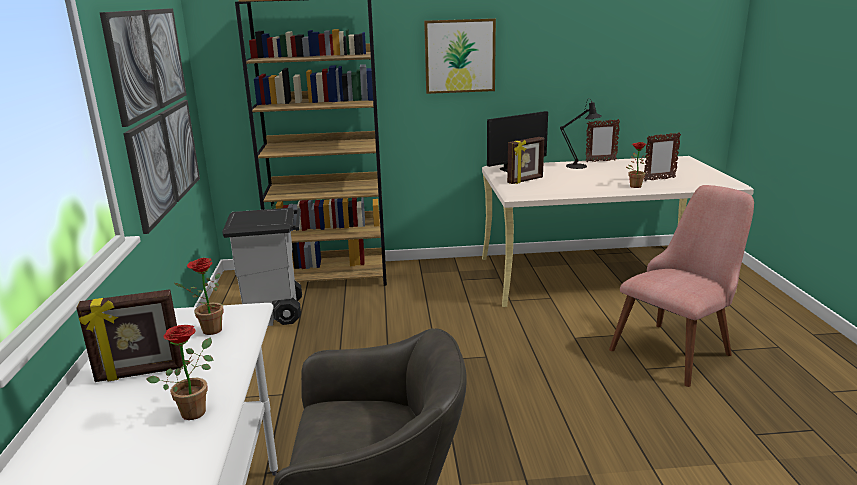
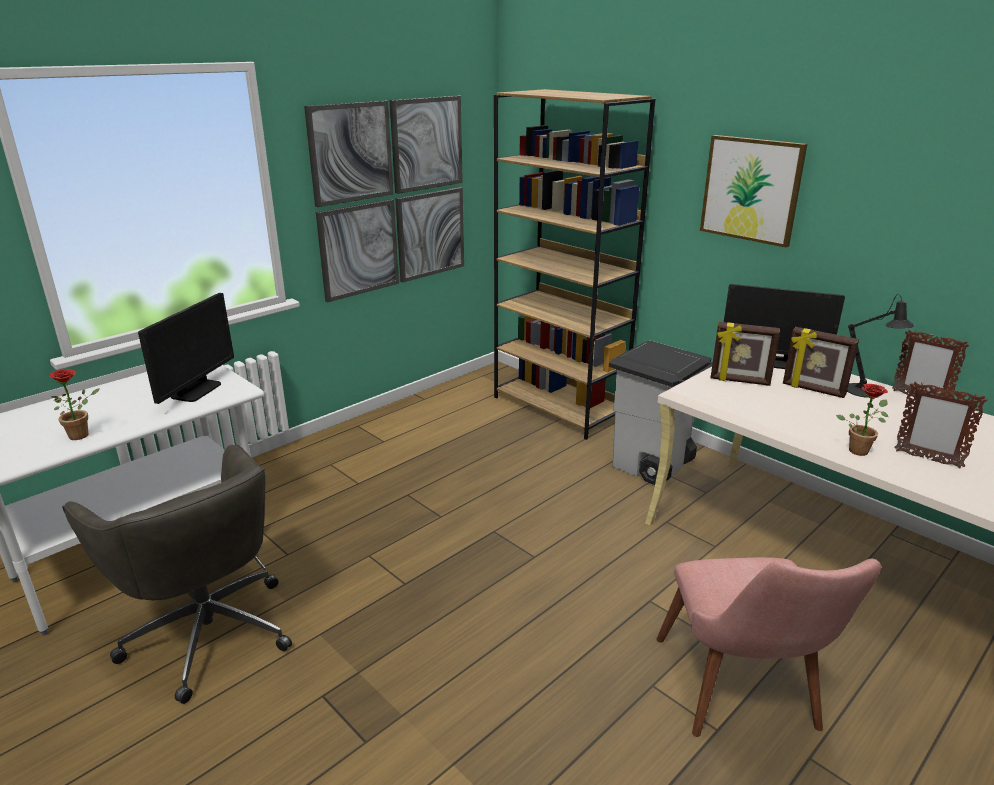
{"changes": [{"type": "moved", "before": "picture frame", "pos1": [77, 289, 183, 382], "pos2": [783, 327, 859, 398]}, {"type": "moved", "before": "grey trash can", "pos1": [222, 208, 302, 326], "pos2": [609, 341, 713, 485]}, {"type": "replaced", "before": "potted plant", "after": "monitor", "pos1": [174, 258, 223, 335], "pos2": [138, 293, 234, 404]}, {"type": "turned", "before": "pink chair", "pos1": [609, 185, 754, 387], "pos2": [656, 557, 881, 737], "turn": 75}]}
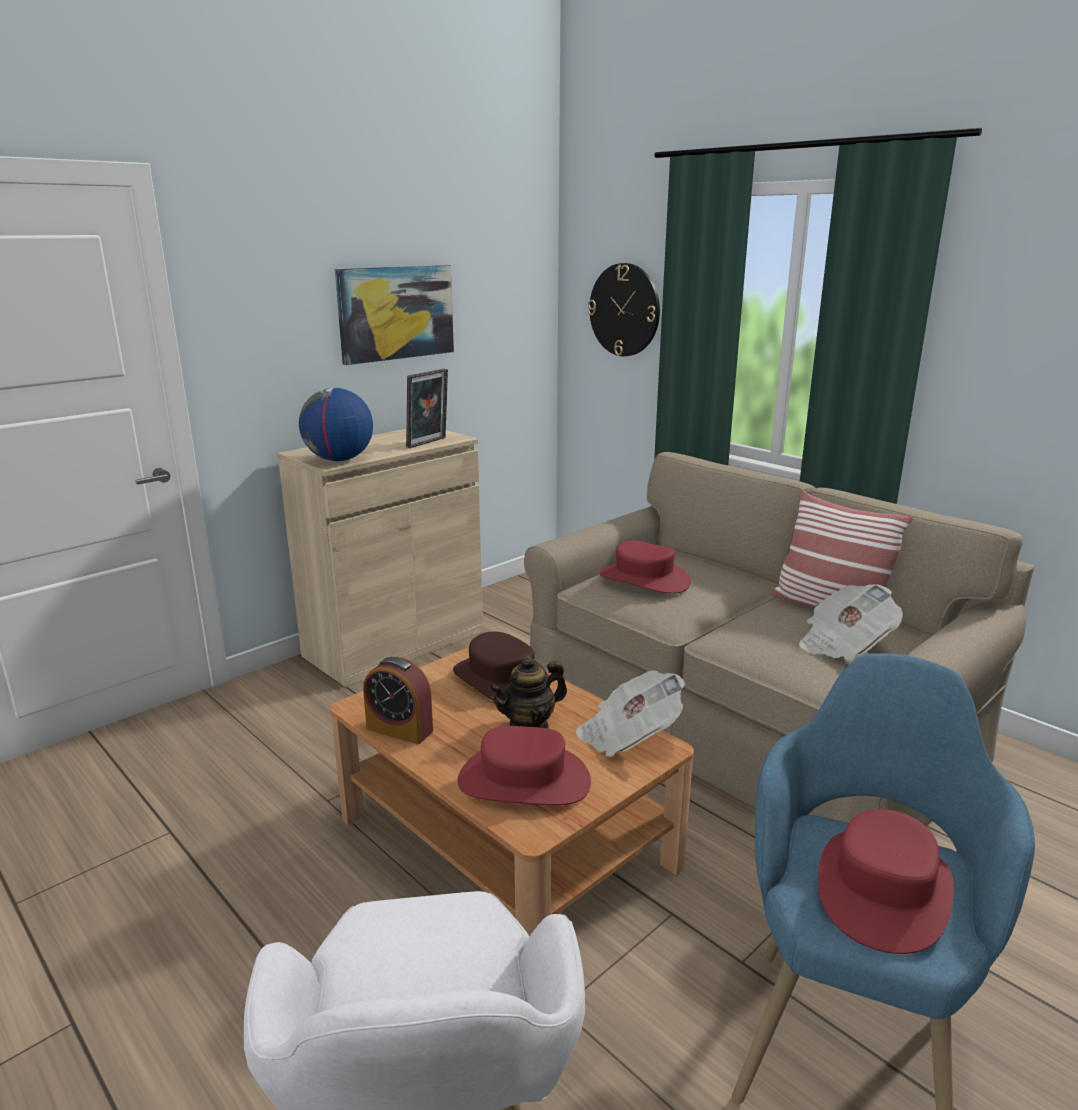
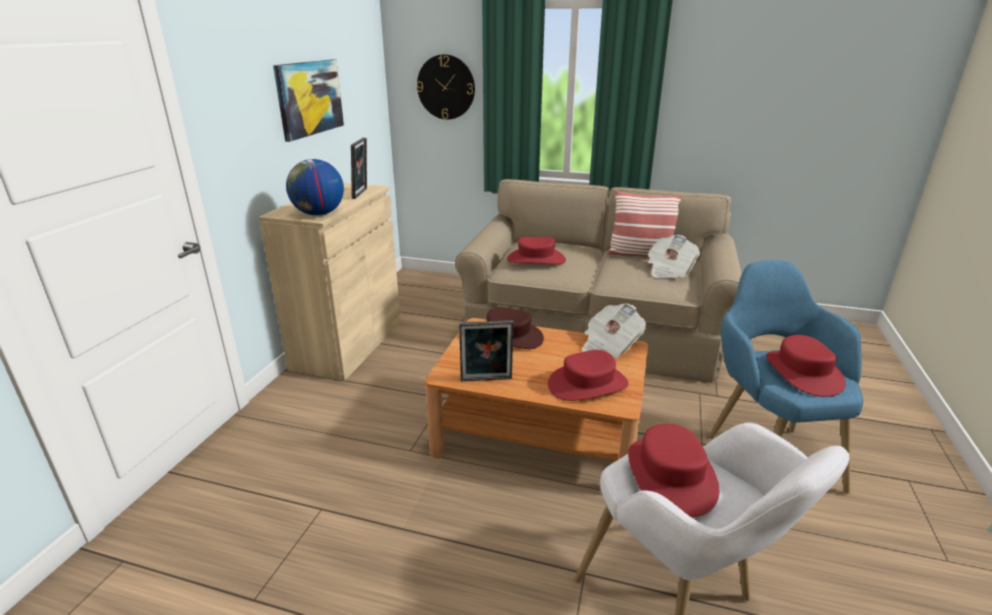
{"changes": [{"type": "removed", "before": "teapot", "pos1": [489, 656, 567, 728]}, {"type": "added", "after": "red hat", "pos2": [628, 423, 719, 517]}, {"type": "replaced", "before": "alarm clock", "after": "picture frame", "pos1": [363, 657, 433, 744], "pos2": [459, 320, 513, 381]}]}
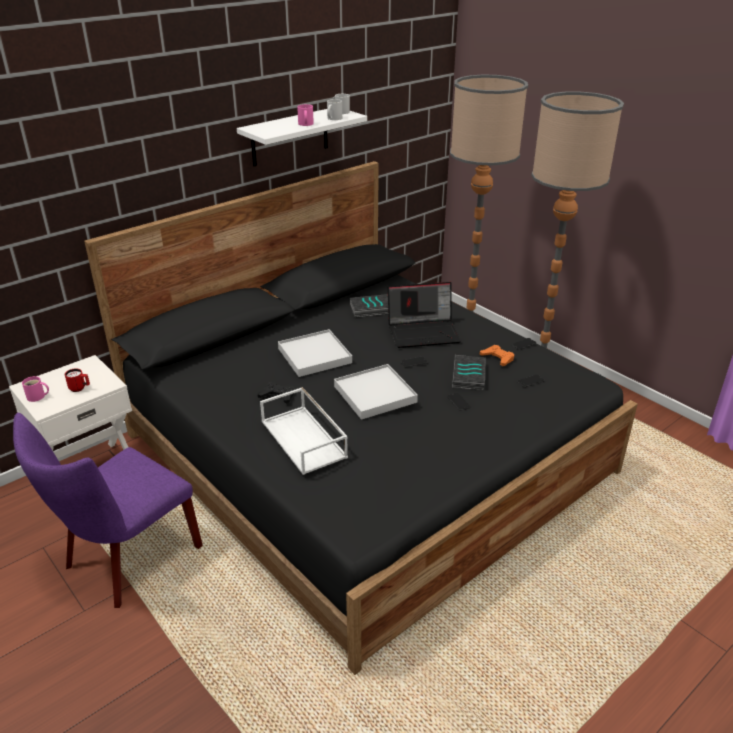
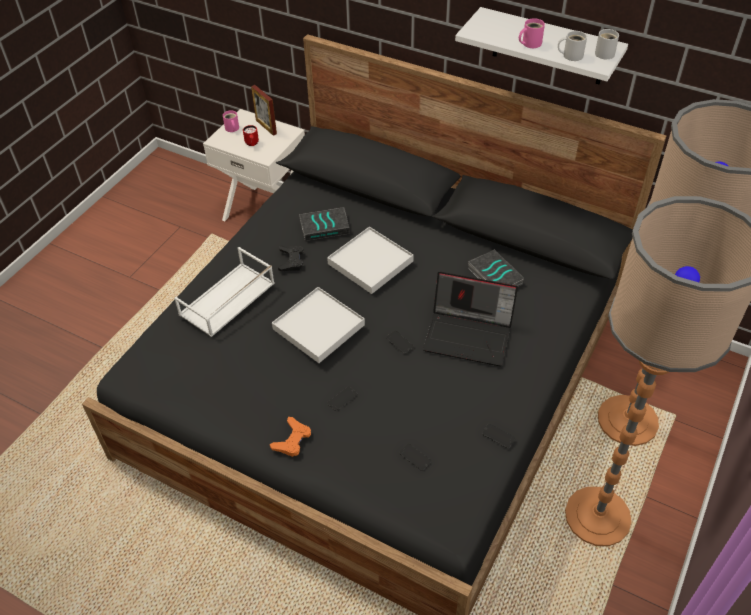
{"changes": [{"type": "removed", "before": "purple chair", "pos1": [13, 413, 203, 608]}, {"type": "added", "after": "picture frame", "pos2": [251, 85, 277, 136]}, {"type": "moved", "before": "book", "pos1": [452, 355, 486, 390], "pos2": [299, 207, 350, 241]}, {"type": "moved", "before": "orange game controller", "pos1": [480, 345, 514, 366], "pos2": [270, 417, 311, 457]}, {"type": "turned", "before": "laptop", "pos1": [388, 282, 461, 348], "pos2": [423, 272, 518, 366], "turn": -45}]}
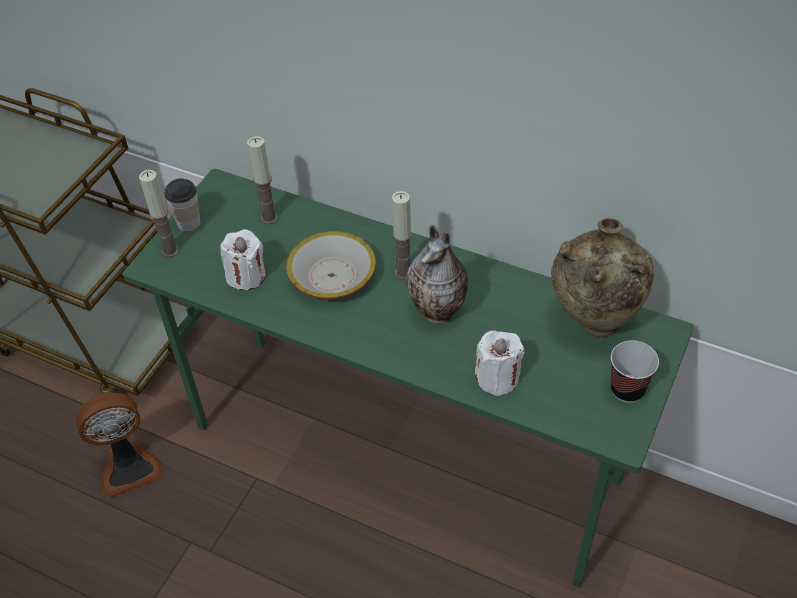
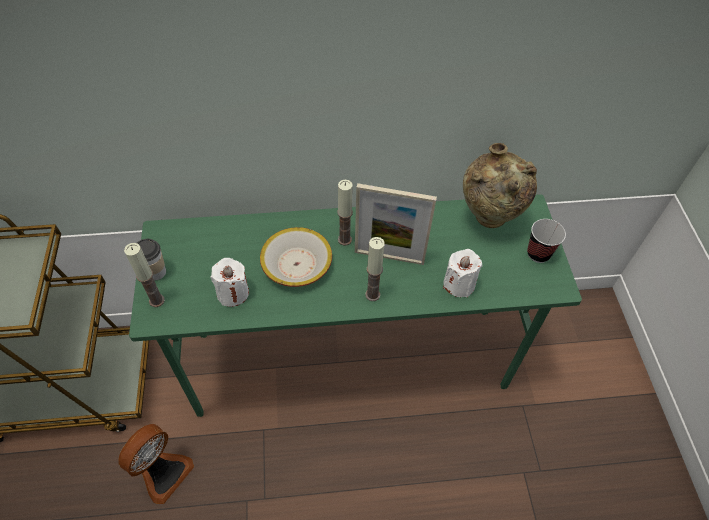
{"changes": [{"type": "moved", "before": "candle", "pos1": [247, 136, 278, 224], "pos2": [365, 237, 385, 301]}, {"type": "replaced", "before": "vase", "after": "picture frame", "pos1": [406, 225, 468, 323], "pos2": [355, 183, 437, 265]}]}
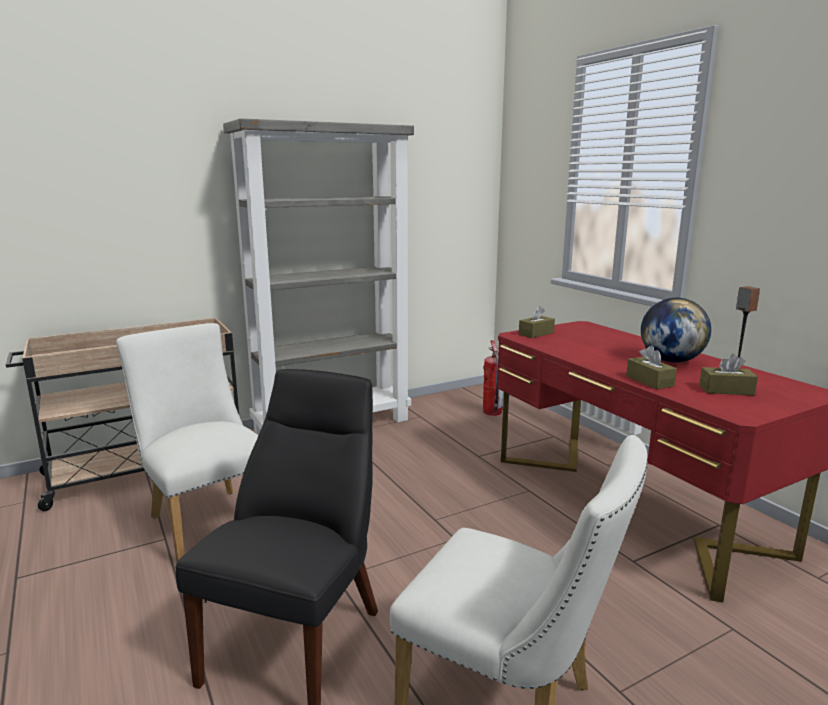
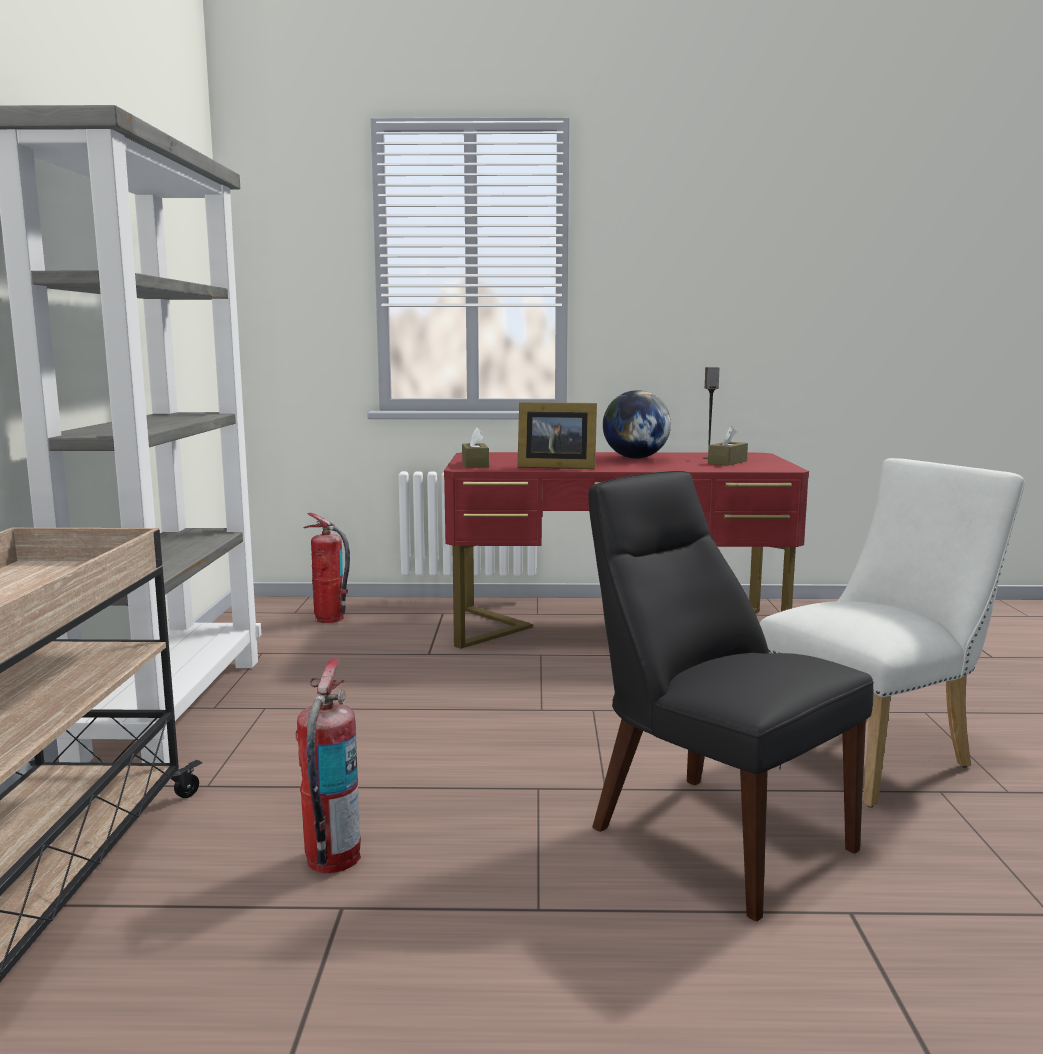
{"changes": [{"type": "removed", "before": "brown tissue box", "pos1": [626, 346, 677, 389]}, {"type": "added", "after": "picture frame", "pos2": [517, 402, 597, 469]}, {"type": "replaced", "before": "white chair", "after": "fire extinguisher", "pos1": [116, 323, 259, 562], "pos2": [295, 658, 361, 873]}]}
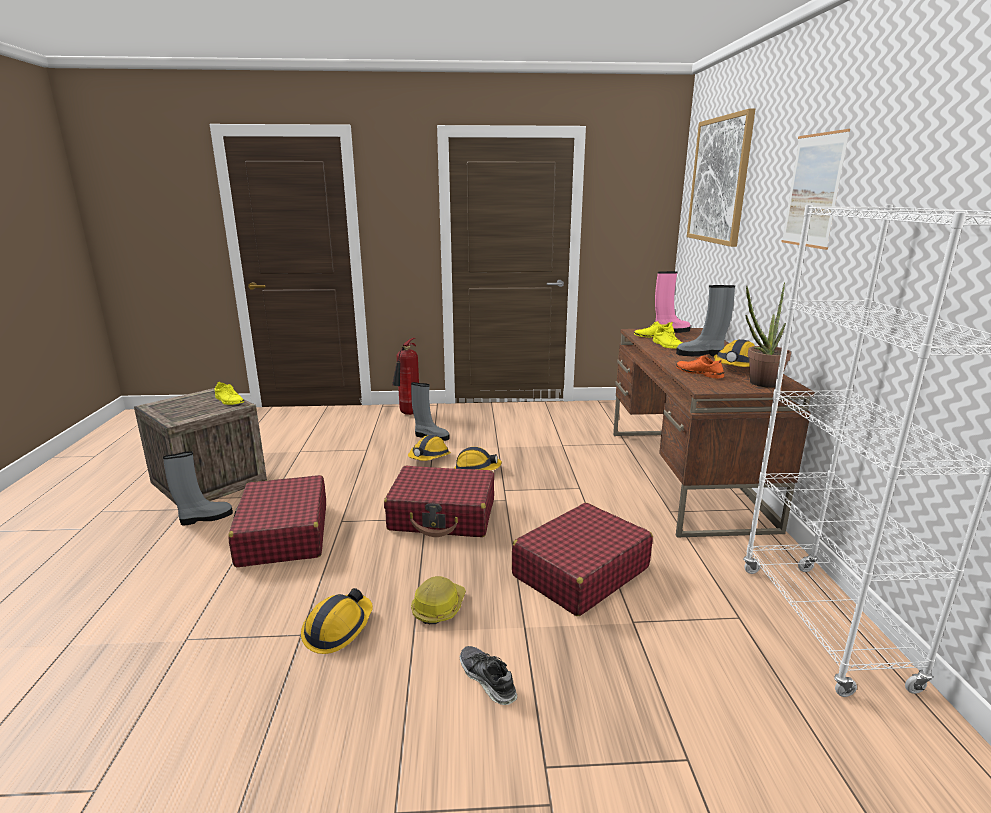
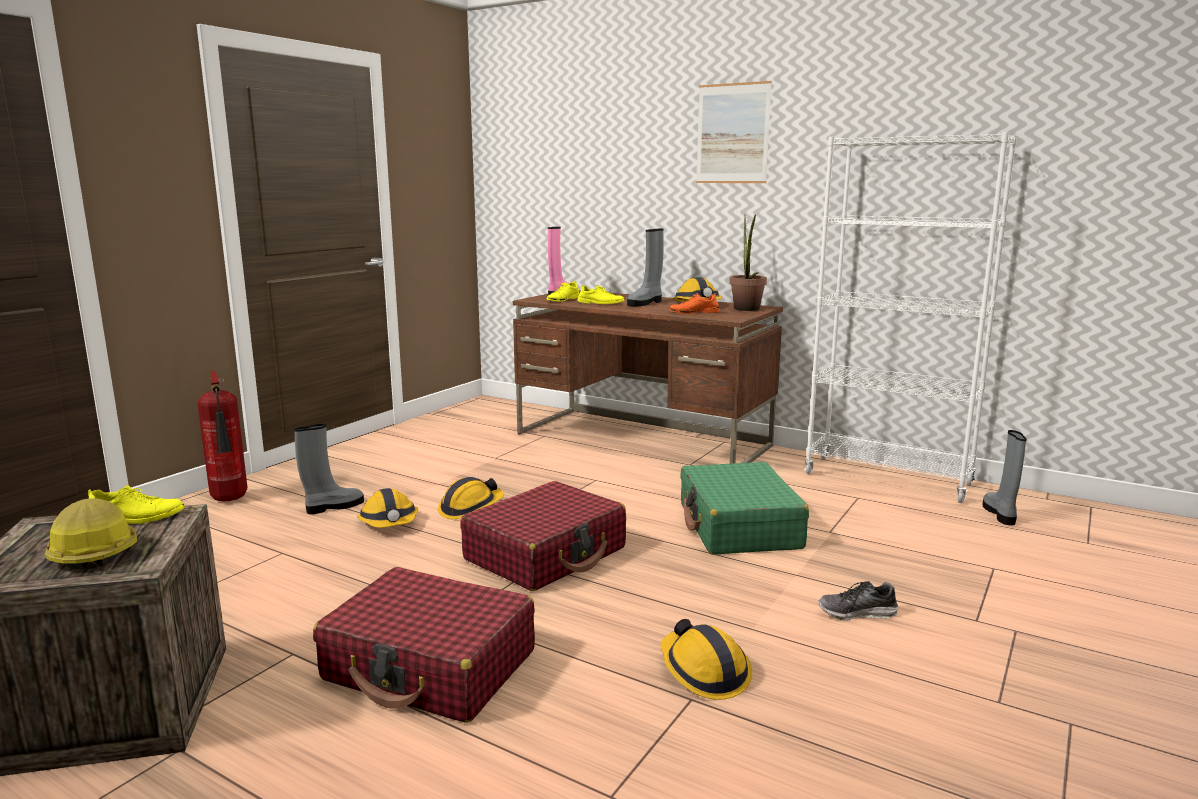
{"changes": [{"type": "removed", "before": "picture", "pos1": [687, 108, 755, 247]}, {"type": "moved", "before": "grey boot", "pos1": [163, 451, 233, 525], "pos2": [983, 430, 1027, 525]}, {"type": "moved", "before": "hard hat", "pos1": [411, 576, 466, 624], "pos2": [45, 498, 137, 569]}, {"type": "recoloured", "before": "red suitcase", "after": "green suitcase", "pos1": [512, 503, 653, 616], "pos2": [680, 462, 809, 554]}]}
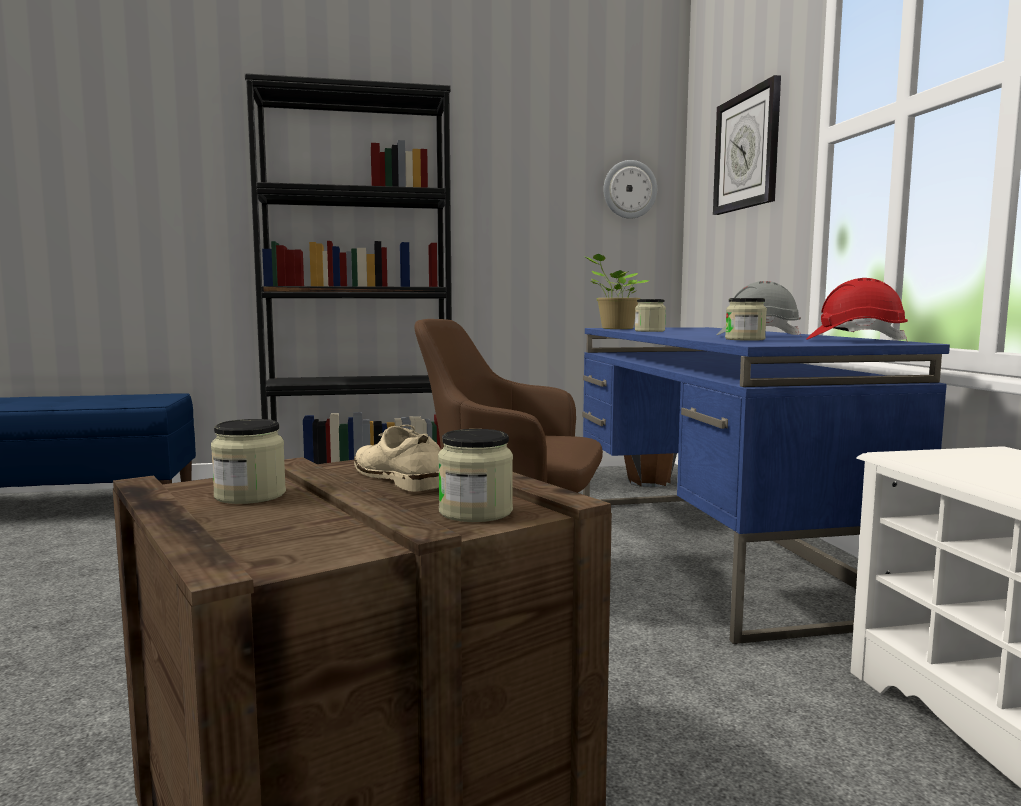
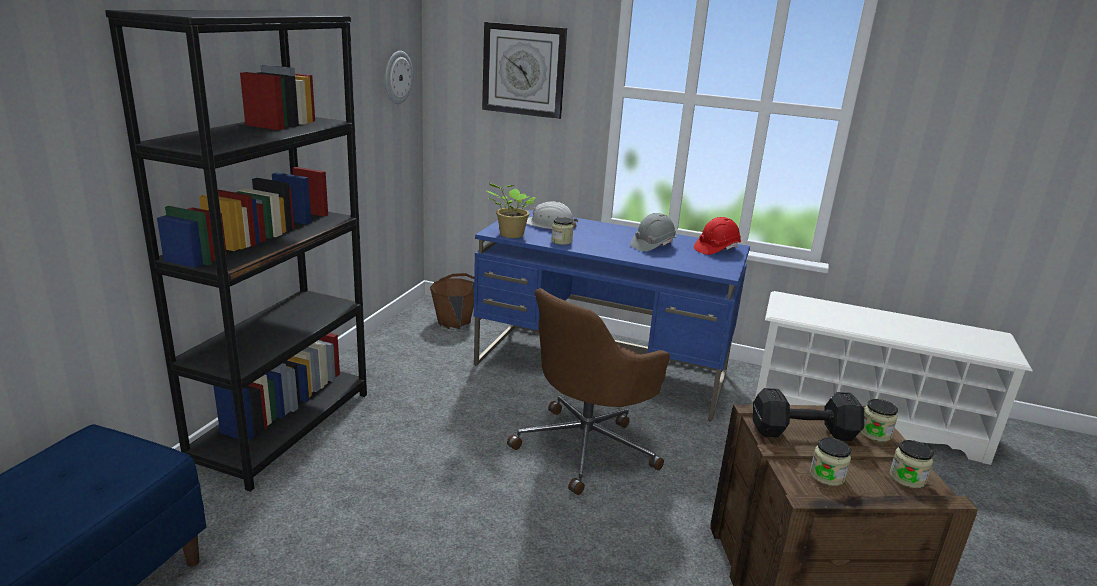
{"changes": [{"type": "added", "after": "white hard hat", "pos2": [526, 201, 578, 229]}, {"type": "moved", "before": "jar", "pos1": [725, 298, 767, 341], "pos2": [890, 440, 934, 488]}, {"type": "replaced", "before": "beige shoe", "after": "black dumbbell", "pos1": [354, 425, 440, 492], "pos2": [753, 388, 864, 441]}]}
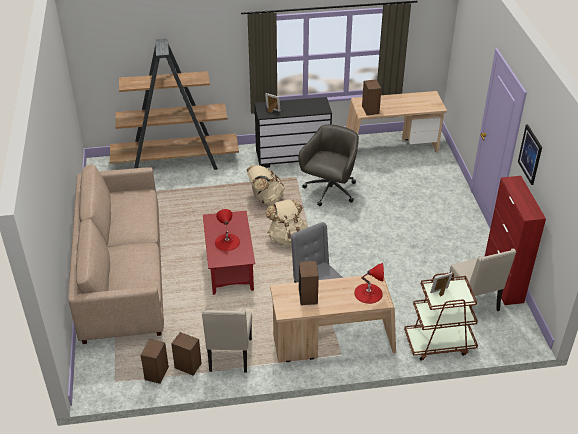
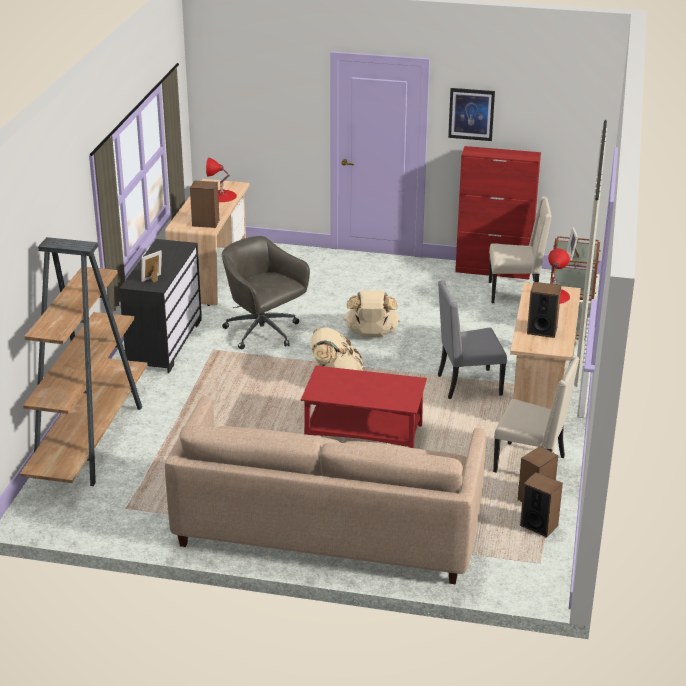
{"changes": [{"type": "moved", "before": "red table lamp", "pos1": [215, 209, 240, 251], "pos2": [206, 158, 237, 202]}, {"type": "moved", "before": "beige backpack", "pos1": [247, 165, 285, 205], "pos2": [344, 291, 399, 337]}]}
